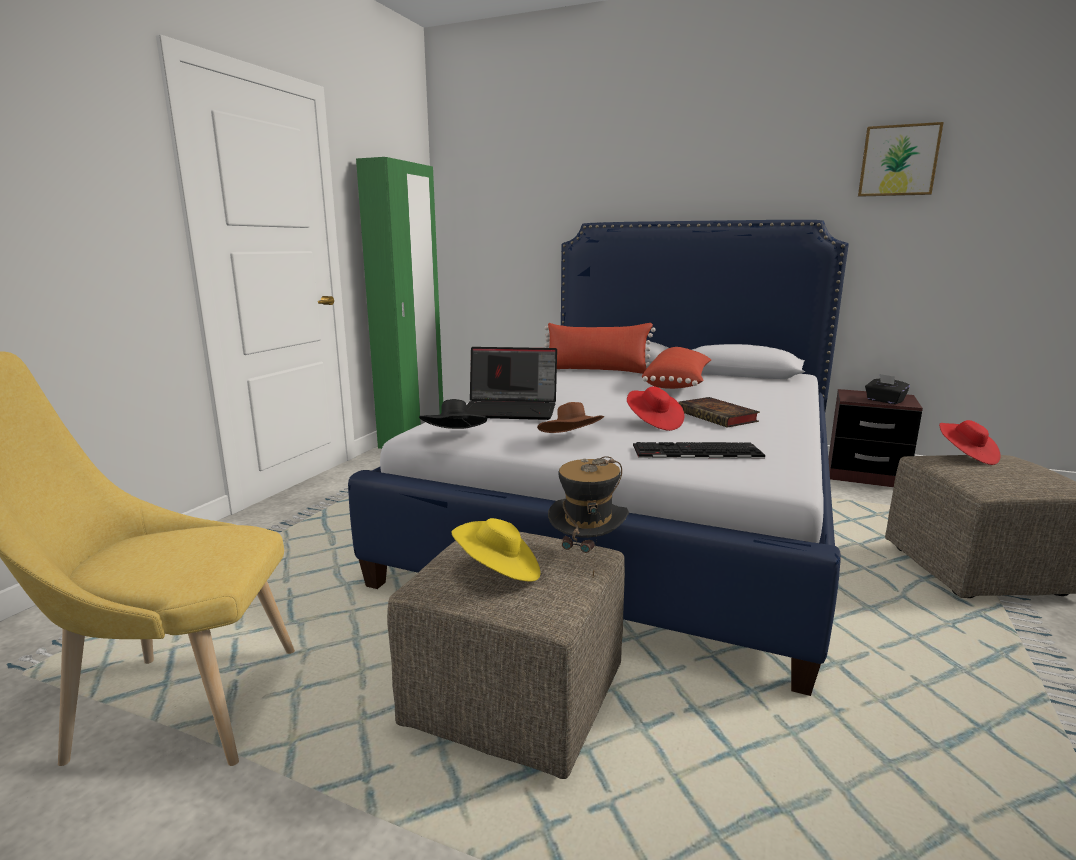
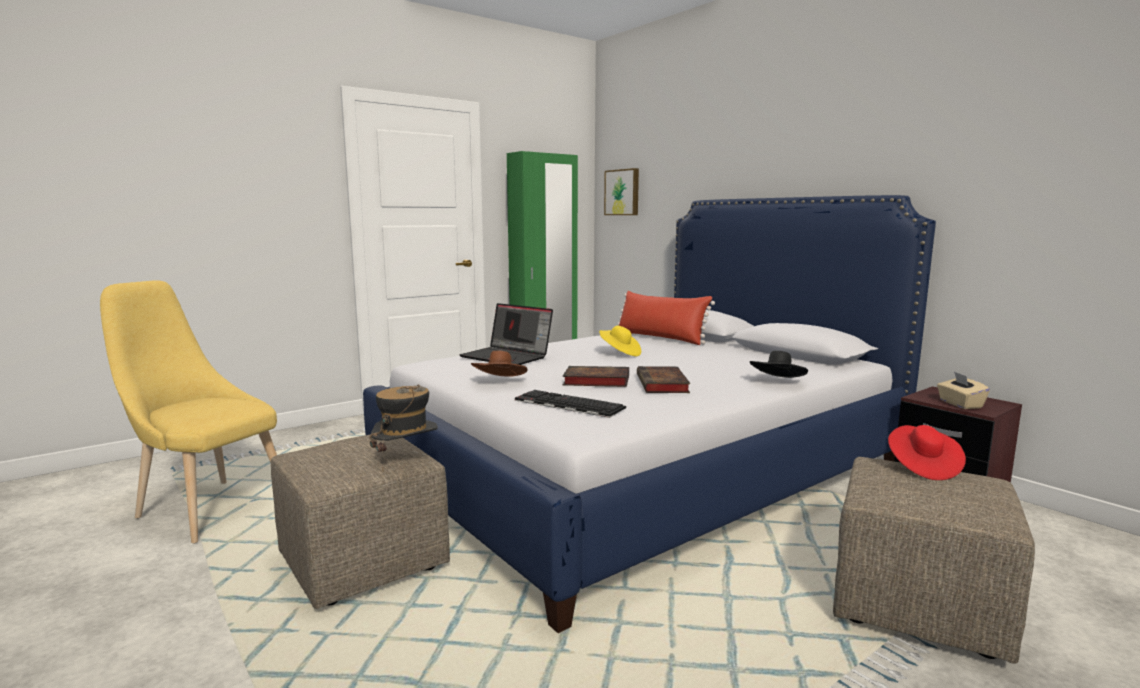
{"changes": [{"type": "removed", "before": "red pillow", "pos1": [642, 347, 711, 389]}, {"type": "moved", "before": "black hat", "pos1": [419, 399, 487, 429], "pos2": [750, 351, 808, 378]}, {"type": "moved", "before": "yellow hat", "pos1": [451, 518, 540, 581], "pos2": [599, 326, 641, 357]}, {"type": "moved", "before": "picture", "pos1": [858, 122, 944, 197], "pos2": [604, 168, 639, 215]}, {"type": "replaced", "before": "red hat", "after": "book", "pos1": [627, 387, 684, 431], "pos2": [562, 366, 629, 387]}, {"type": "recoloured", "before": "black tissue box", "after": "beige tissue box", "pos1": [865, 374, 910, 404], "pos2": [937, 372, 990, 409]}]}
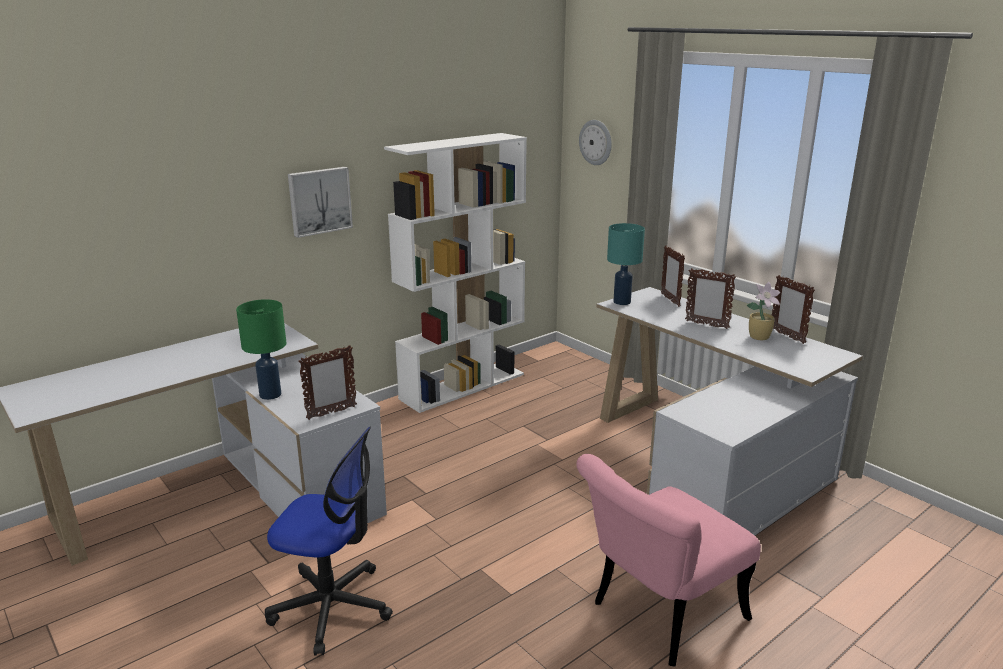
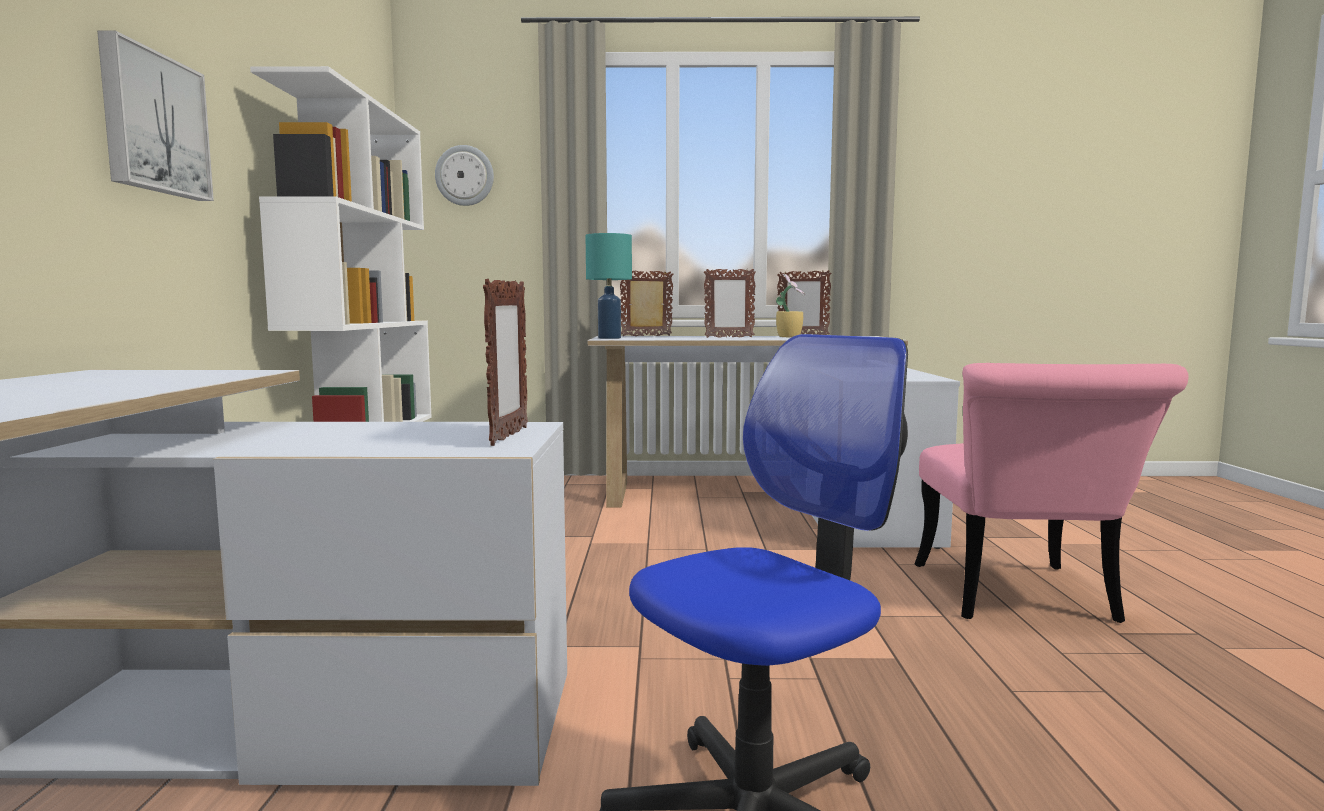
{"changes": [{"type": "removed", "before": "green table lamp", "pos1": [236, 299, 286, 400]}, {"type": "turned", "before": "picture frame", "pos1": [661, 245, 685, 307], "pos2": [620, 271, 673, 336], "turn": 150}]}
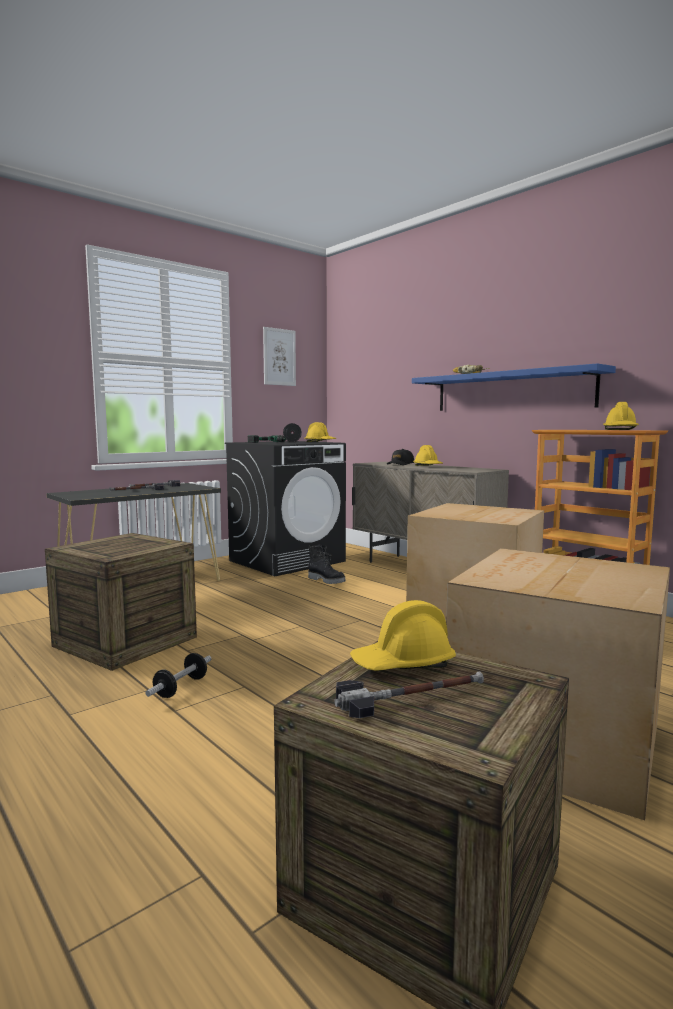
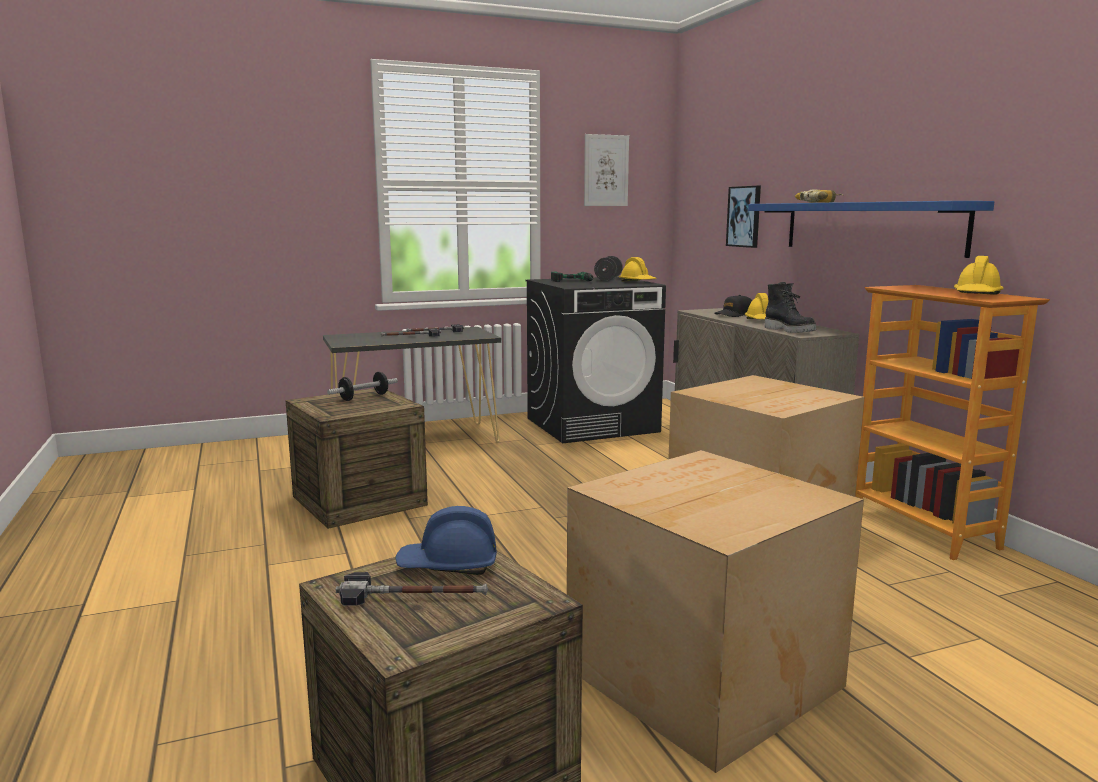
{"changes": [{"type": "added", "after": "picture", "pos2": [726, 186, 761, 248]}, {"type": "moved", "before": "dumbbell", "pos1": [145, 653, 211, 698], "pos2": [327, 372, 398, 401]}, {"type": "moved", "before": "black boot", "pos1": [308, 544, 346, 584], "pos2": [765, 282, 816, 333]}, {"type": "recoloured", "before": "yellow hard hat", "after": "blue hard hat", "pos1": [350, 600, 456, 671], "pos2": [396, 506, 497, 575]}]}
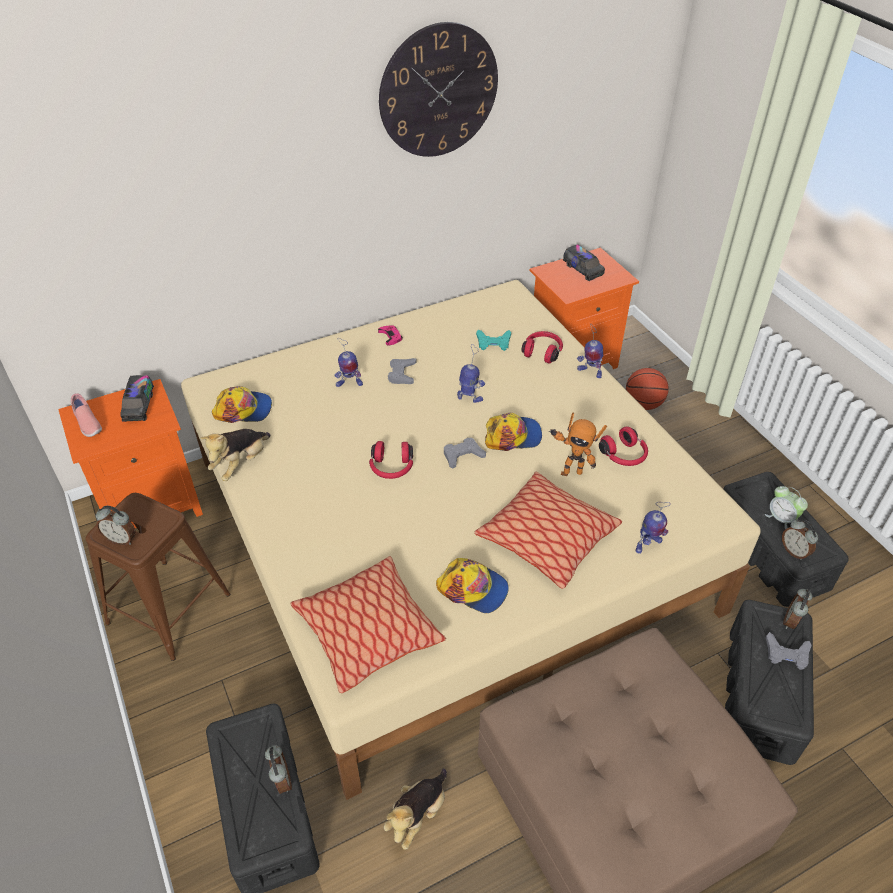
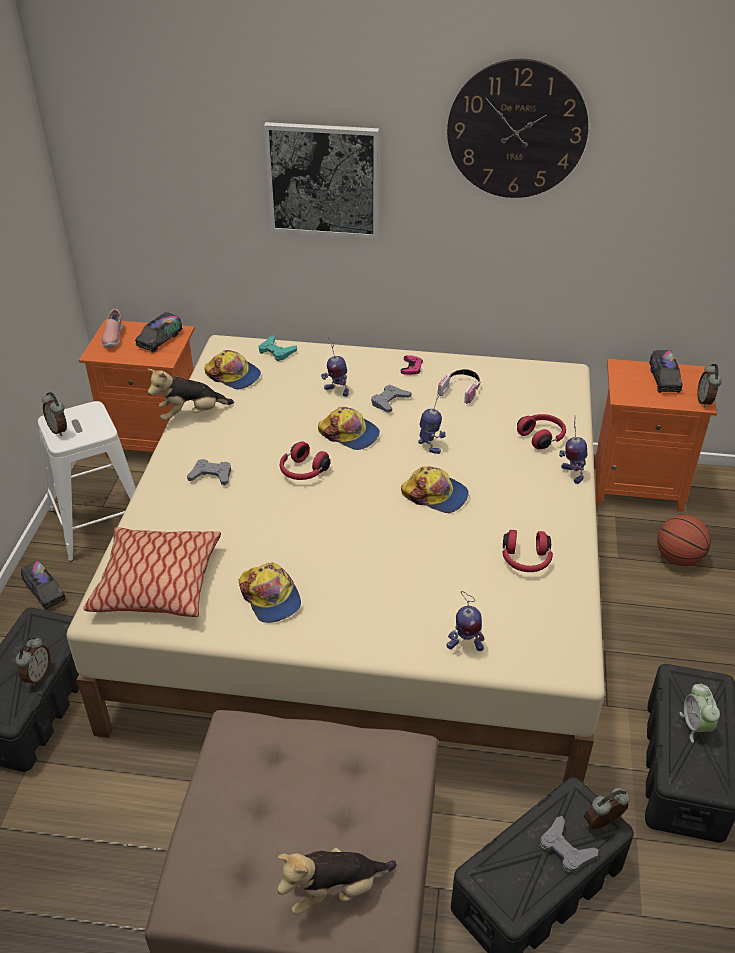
{"changes": [{"type": "removed", "before": "pillow", "pos1": [474, 471, 622, 589]}, {"type": "removed", "before": "toy robot", "pos1": [549, 413, 607, 476]}, {"type": "added", "after": "toy truck", "pos2": [21, 560, 66, 610]}, {"type": "added", "after": "picture", "pos2": [264, 122, 379, 238]}, {"type": "added", "after": "cap", "pos2": [318, 407, 380, 450]}, {"type": "added", "after": "headphones", "pos2": [438, 369, 481, 404]}, {"type": "moved", "before": "plush toy", "pos1": [384, 768, 447, 850], "pos2": [277, 848, 397, 915]}, {"type": "moved", "before": "grey game controller", "pos1": [444, 438, 486, 468], "pos2": [187, 459, 231, 485]}, {"type": "moved", "before": "turquoise game controller", "pos1": [476, 329, 511, 351], "pos2": [258, 335, 297, 361]}, {"type": "moved", "before": "alarm clock", "pos1": [782, 519, 818, 560], "pos2": [697, 364, 722, 407]}, {"type": "recoloured", "before": "brown stool", "after": "white stool", "pos1": [86, 493, 230, 661], "pos2": [38, 401, 136, 561]}]}
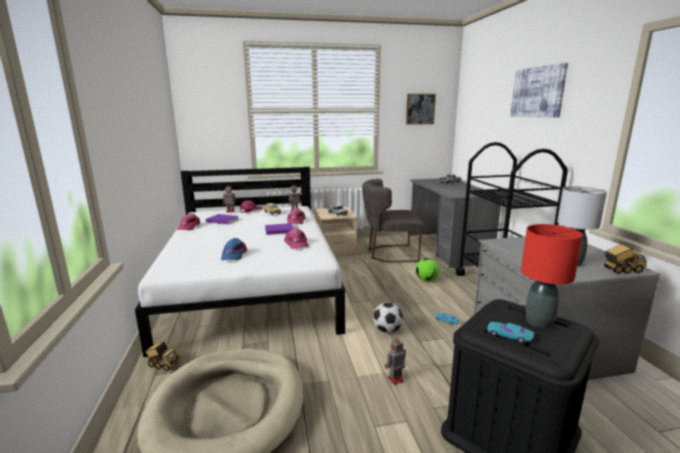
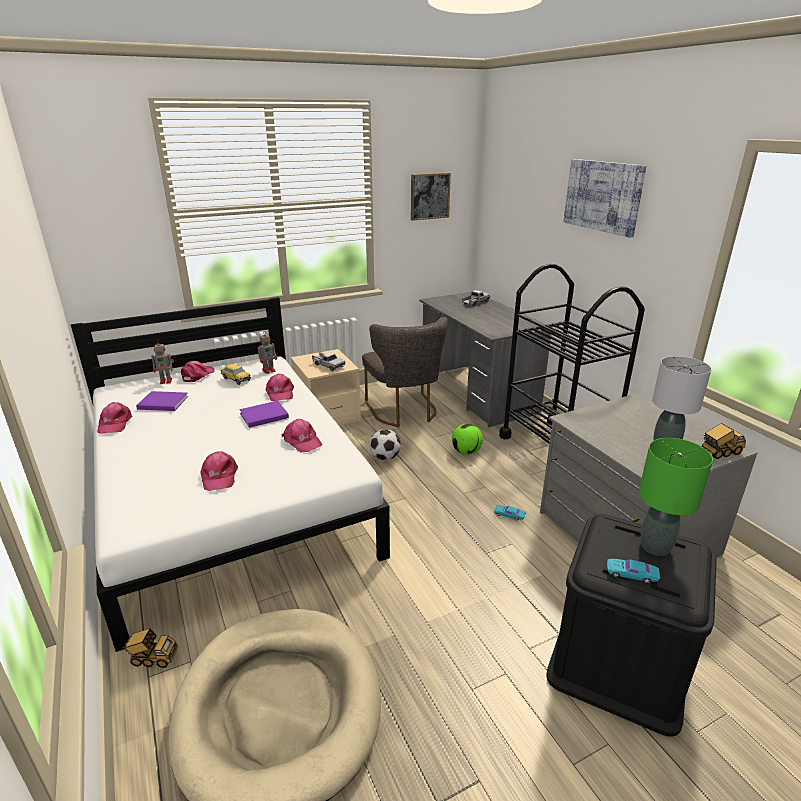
{"changes": [{"type": "removed", "before": "toy robot", "pos1": [385, 336, 406, 385]}, {"type": "moved", "before": "football", "pos1": [373, 302, 403, 333], "pos2": [370, 429, 401, 461]}, {"type": "recoloured", "before": "blue cap", "after": "pink cap", "pos1": [221, 238, 247, 260], "pos2": [200, 451, 238, 491]}, {"type": "recoloured", "before": "red table lamp", "after": "green table lamp", "pos1": [521, 224, 583, 328], "pos2": [639, 438, 713, 556]}, {"type": "turned", "before": "grey chair", "pos1": [362, 179, 423, 263], "pos2": [362, 317, 448, 427], "turn": -90}]}
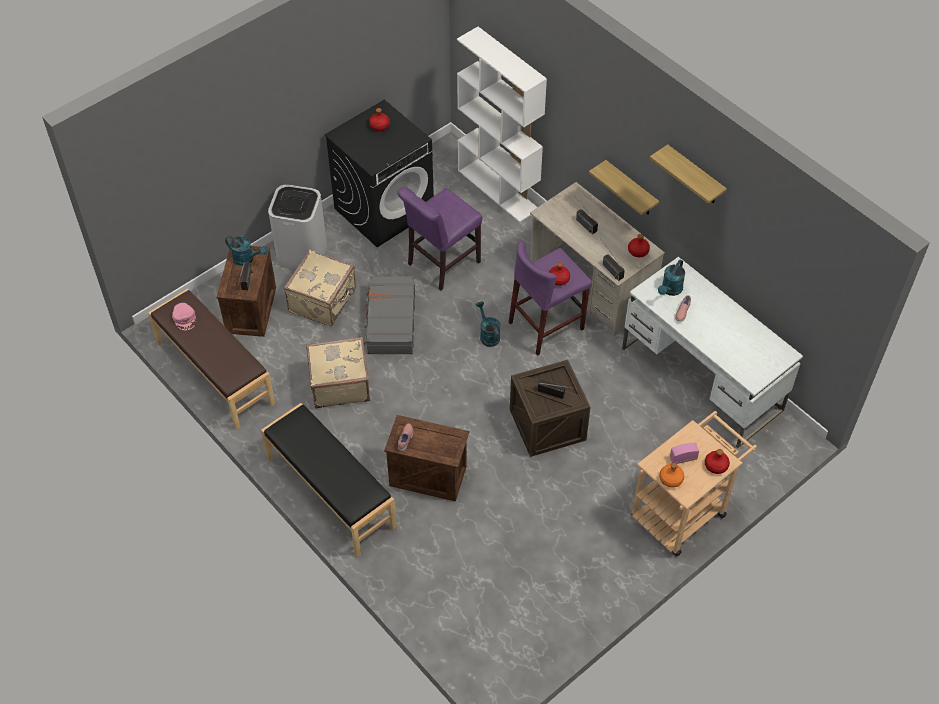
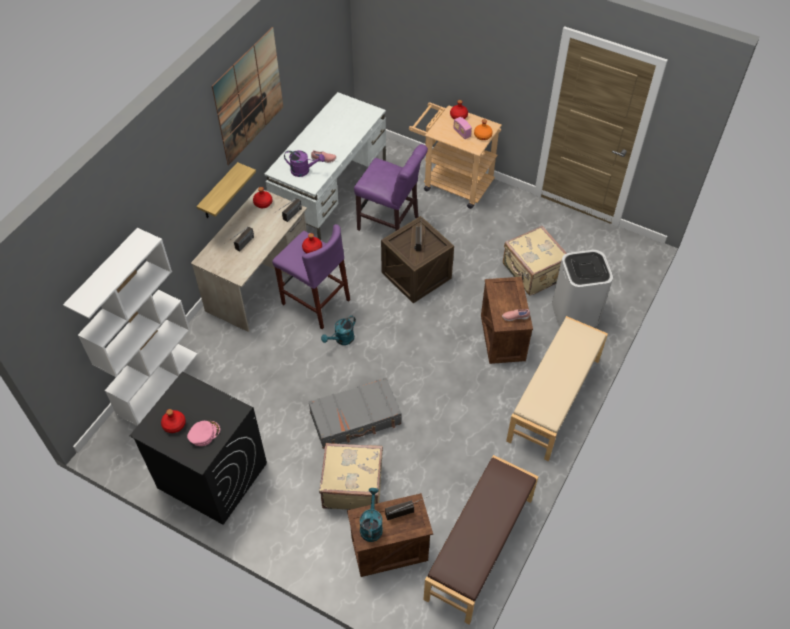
{"changes": [{"type": "moved", "before": "pink cap", "pos1": [172, 303, 196, 330], "pos2": [187, 421, 220, 446]}, {"type": "moved", "before": "white trash can", "pos1": [268, 184, 327, 269], "pos2": [552, 250, 613, 327]}, {"type": "moved", "before": "beige suitcase", "pos1": [306, 337, 370, 408], "pos2": [503, 226, 567, 296]}, {"type": "moved", "before": "purple chair", "pos1": [397, 186, 482, 291], "pos2": [354, 144, 428, 231]}, {"type": "replaced", "before": "shelf", "after": "picture", "pos1": [650, 144, 727, 204], "pos2": [212, 27, 283, 165]}, {"type": "recoloured", "before": "black bench", "after": "beige bench", "pos1": [261, 403, 397, 557], "pos2": [506, 316, 608, 461]}, {"type": "recoloured", "before": "turquoise watering can", "after": "purple watering can", "pos1": [658, 260, 685, 296], "pos2": [284, 150, 325, 177]}]}
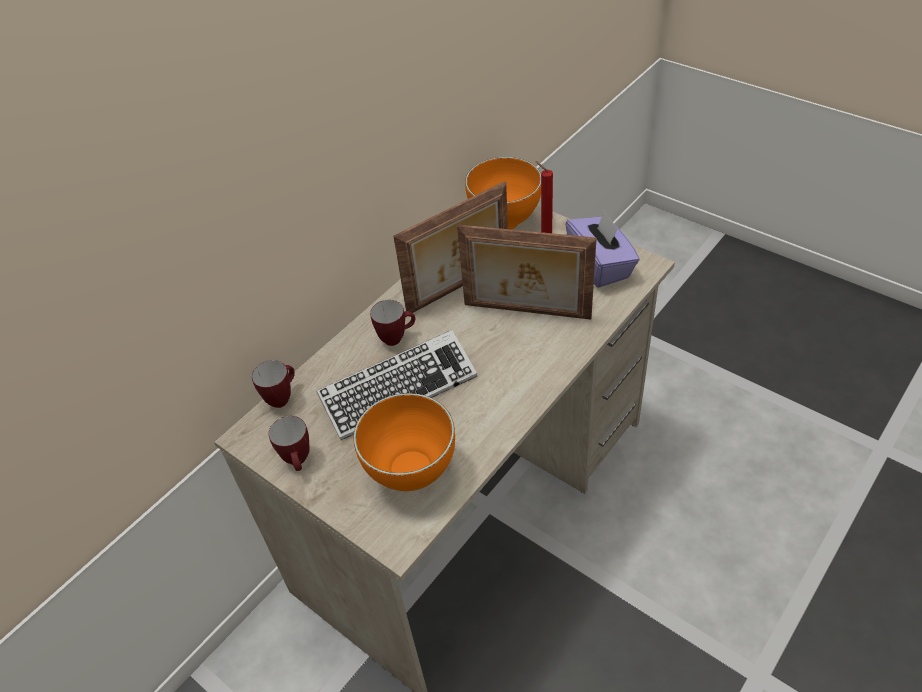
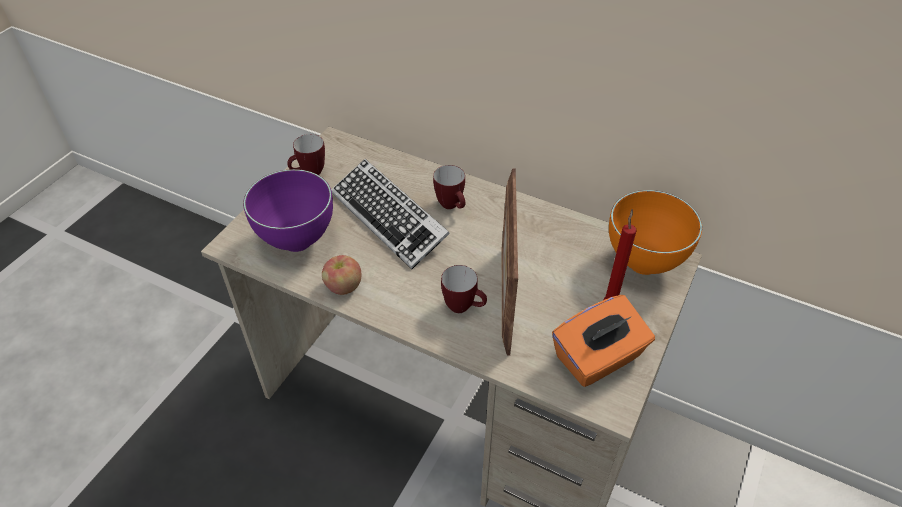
{"changes": [{"type": "removed", "before": "picture frame", "pos1": [393, 181, 508, 313]}, {"type": "added", "after": "apple", "pos2": [322, 255, 362, 295]}, {"type": "moved", "before": "mug", "pos1": [252, 360, 295, 408], "pos2": [441, 265, 487, 313]}, {"type": "recoloured", "before": "orange bowl", "after": "purple bowl", "pos1": [353, 393, 455, 491], "pos2": [243, 169, 333, 252]}, {"type": "recoloured", "before": "purple tissue box", "after": "orange tissue box", "pos1": [565, 210, 640, 288], "pos2": [552, 295, 655, 387]}]}
